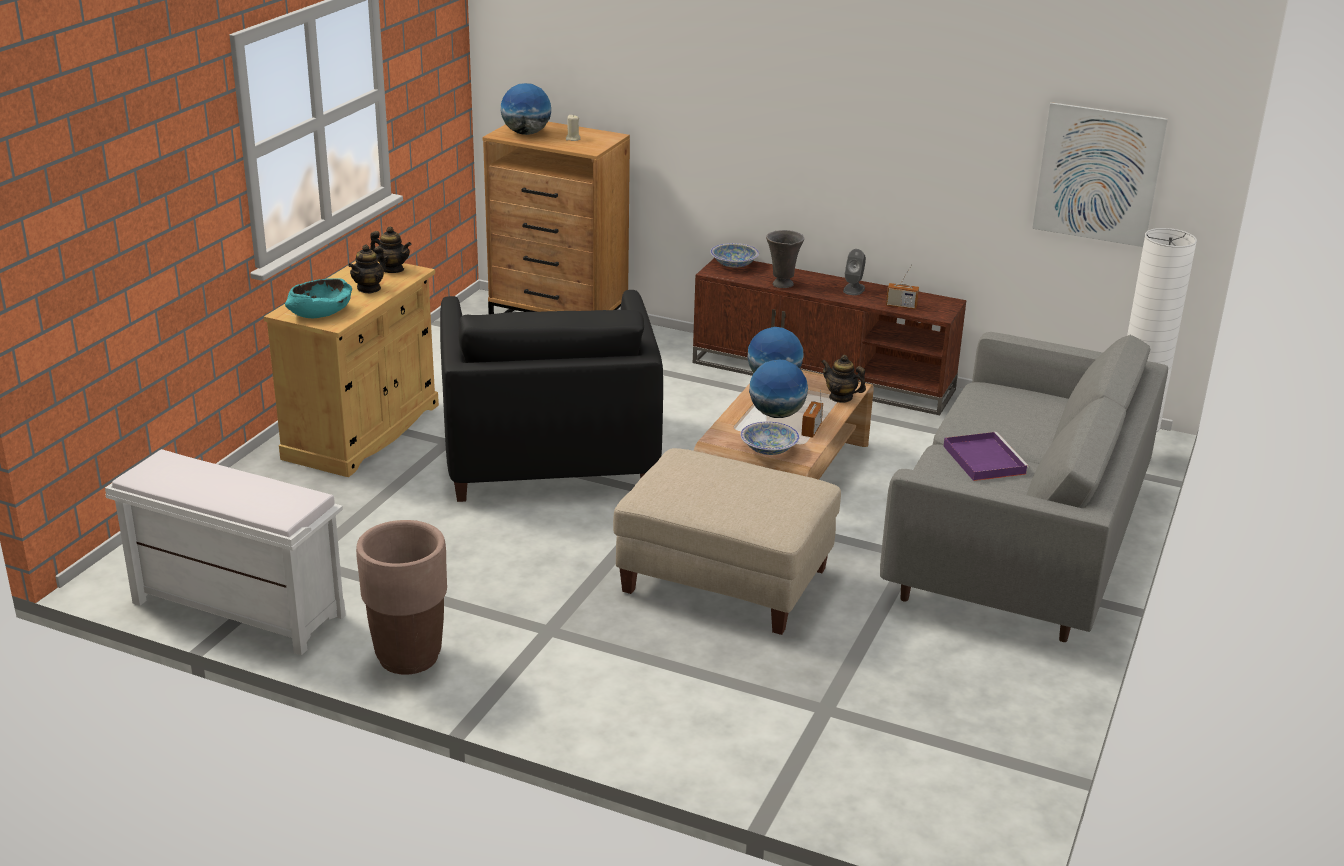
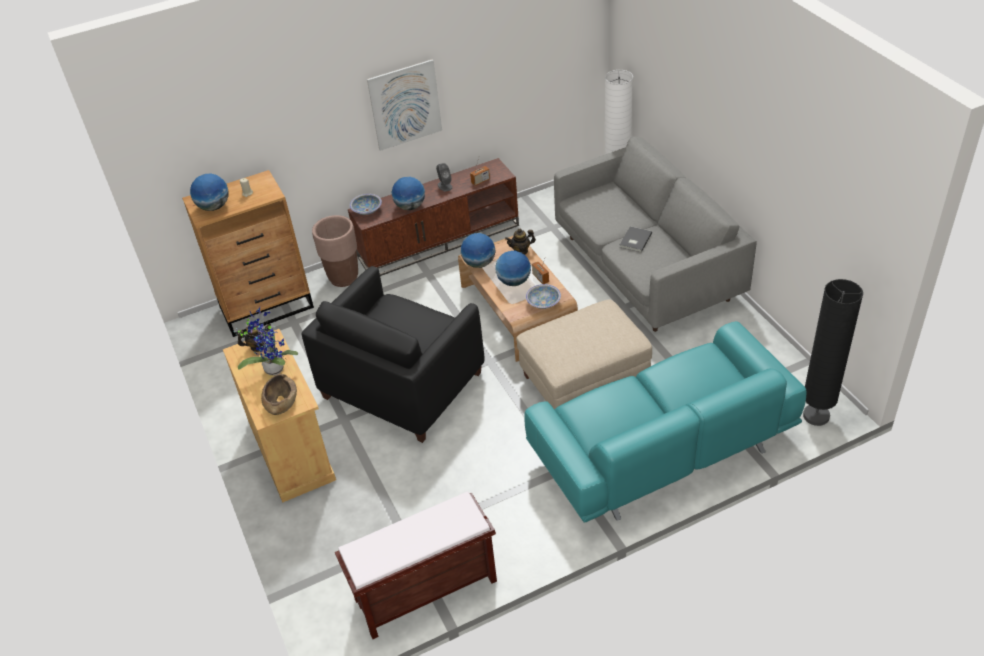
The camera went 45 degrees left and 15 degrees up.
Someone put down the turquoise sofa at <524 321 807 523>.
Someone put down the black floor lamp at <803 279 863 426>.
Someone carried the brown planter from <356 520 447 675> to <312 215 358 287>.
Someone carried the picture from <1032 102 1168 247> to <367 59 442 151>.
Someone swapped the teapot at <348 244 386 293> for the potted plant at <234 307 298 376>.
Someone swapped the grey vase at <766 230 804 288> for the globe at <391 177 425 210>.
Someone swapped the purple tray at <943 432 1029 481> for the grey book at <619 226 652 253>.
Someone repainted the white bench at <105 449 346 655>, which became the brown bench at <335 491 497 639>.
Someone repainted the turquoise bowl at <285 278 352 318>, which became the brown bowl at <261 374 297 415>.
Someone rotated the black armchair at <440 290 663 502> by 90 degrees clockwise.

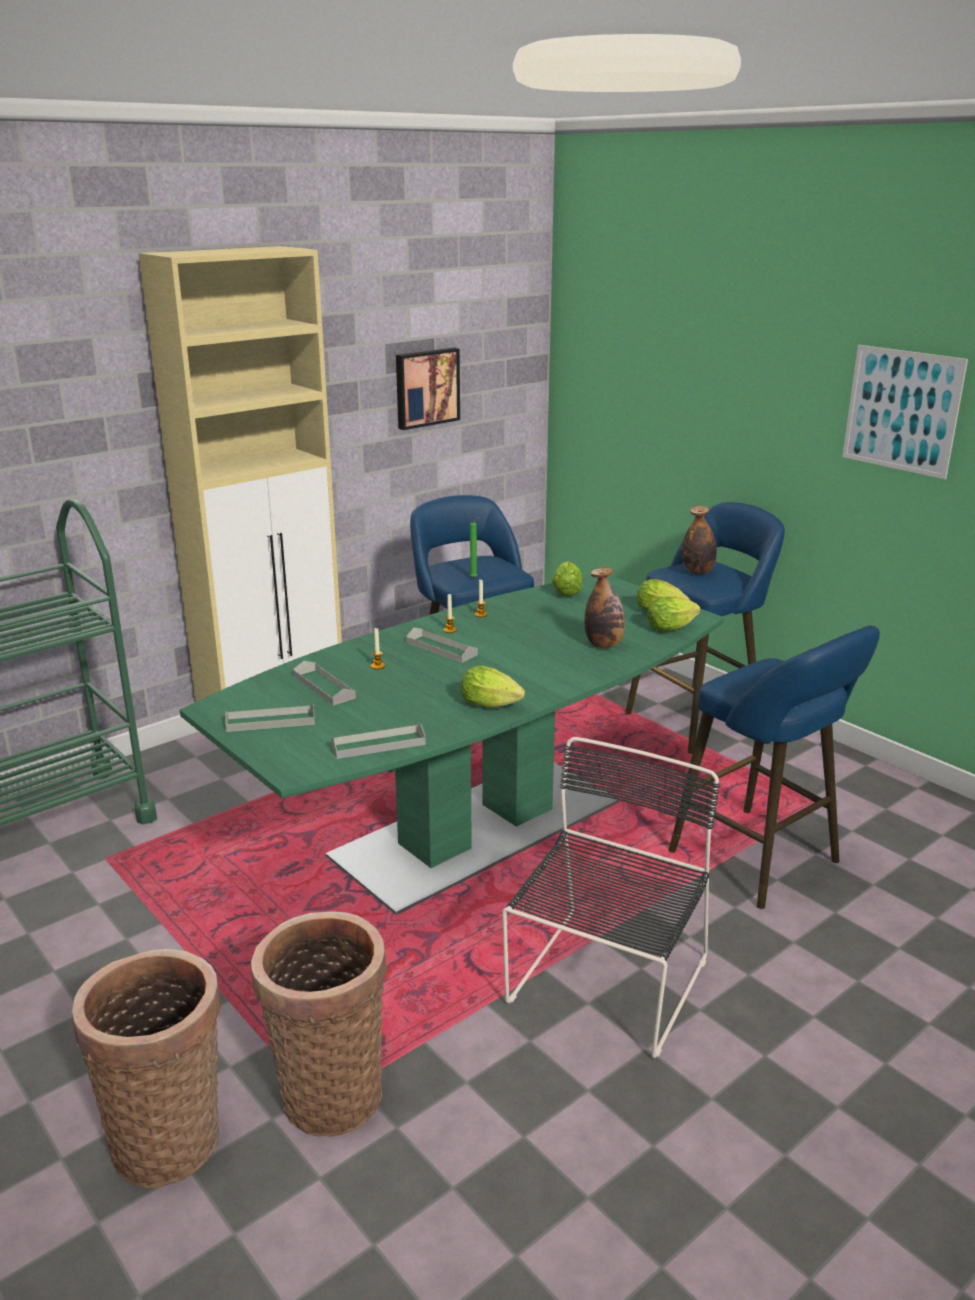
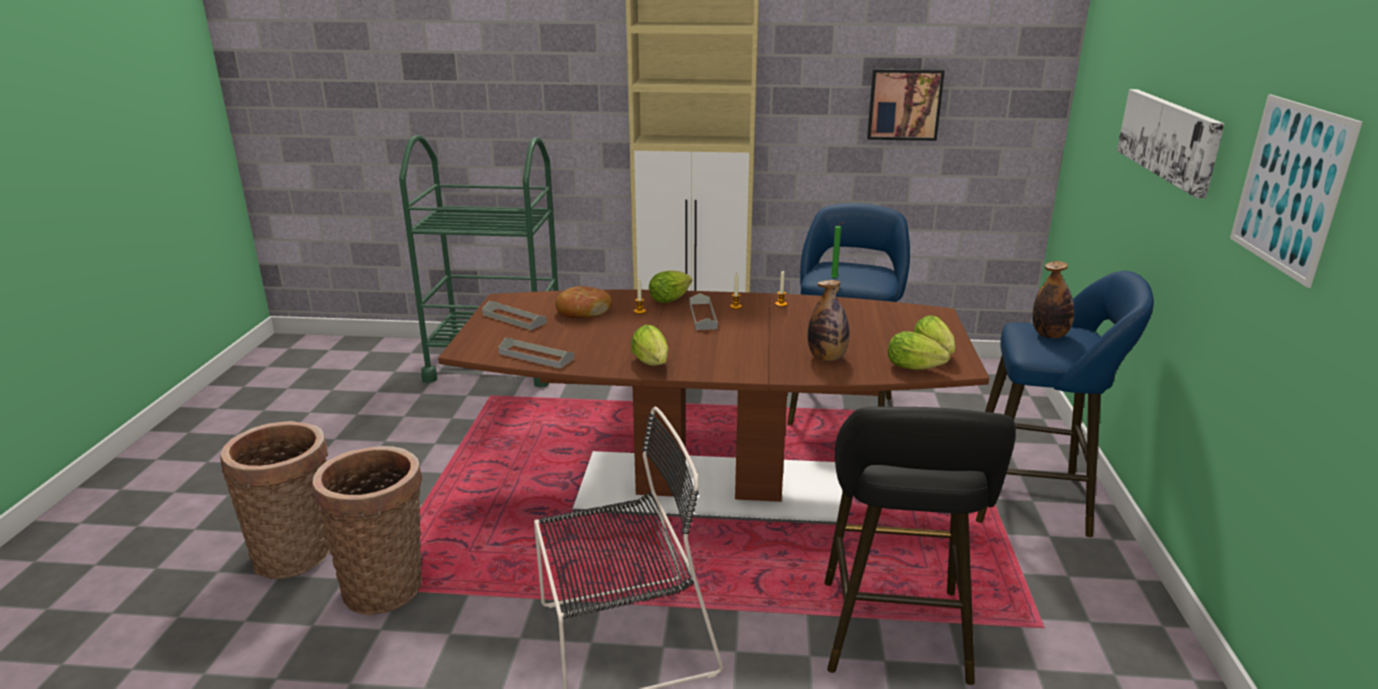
The camera went 45 degrees right and 0 degrees up.
Someone put up the picture at <1117 89 1225 198>.
Someone carried the lettuce from <552 562 583 597> to <649 271 692 303>.
Someone swapped the grey tray at <293 661 356 705> for the bread at <555 286 612 318>.
Someone repainted the green dining table at <180 575 724 915>, which became the brown dining table at <438 290 989 525>.
Someone repainted the blue stool at <668 625 880 909>, which became the black stool at <824 407 1016 685>.

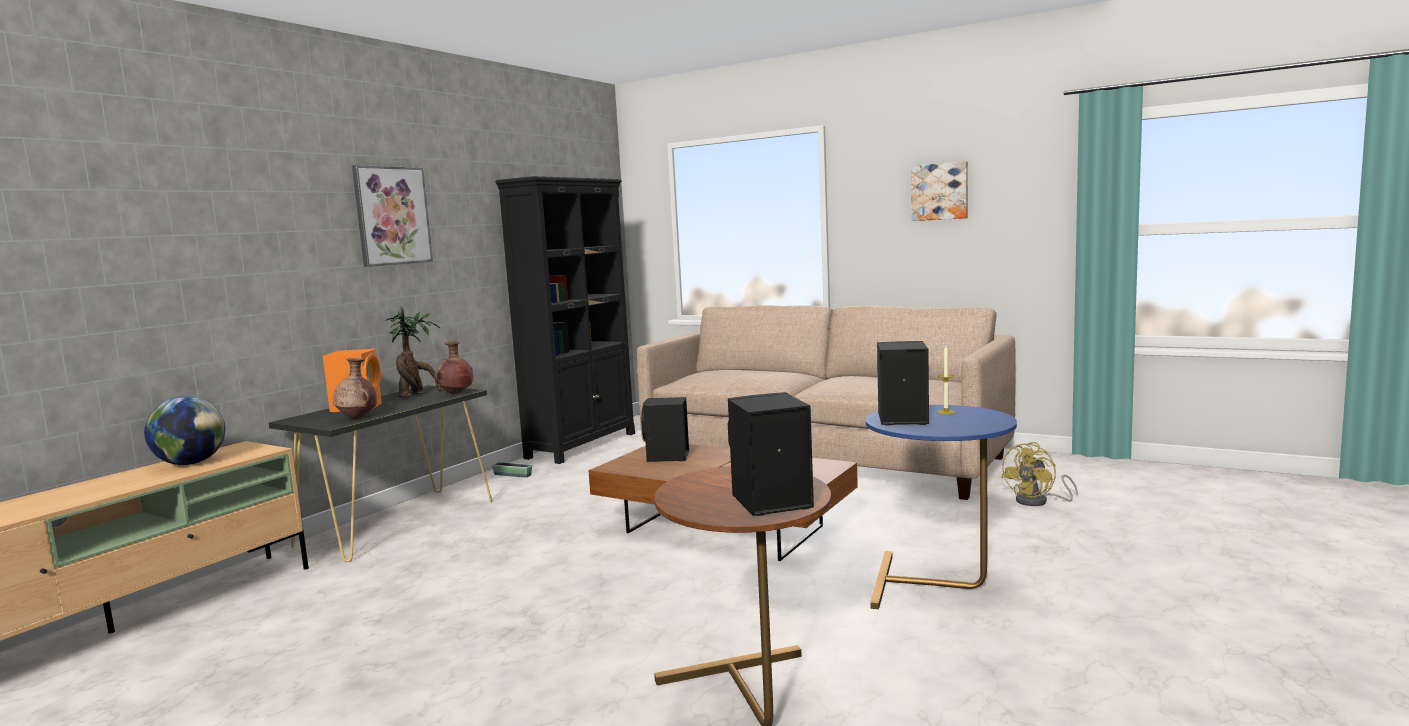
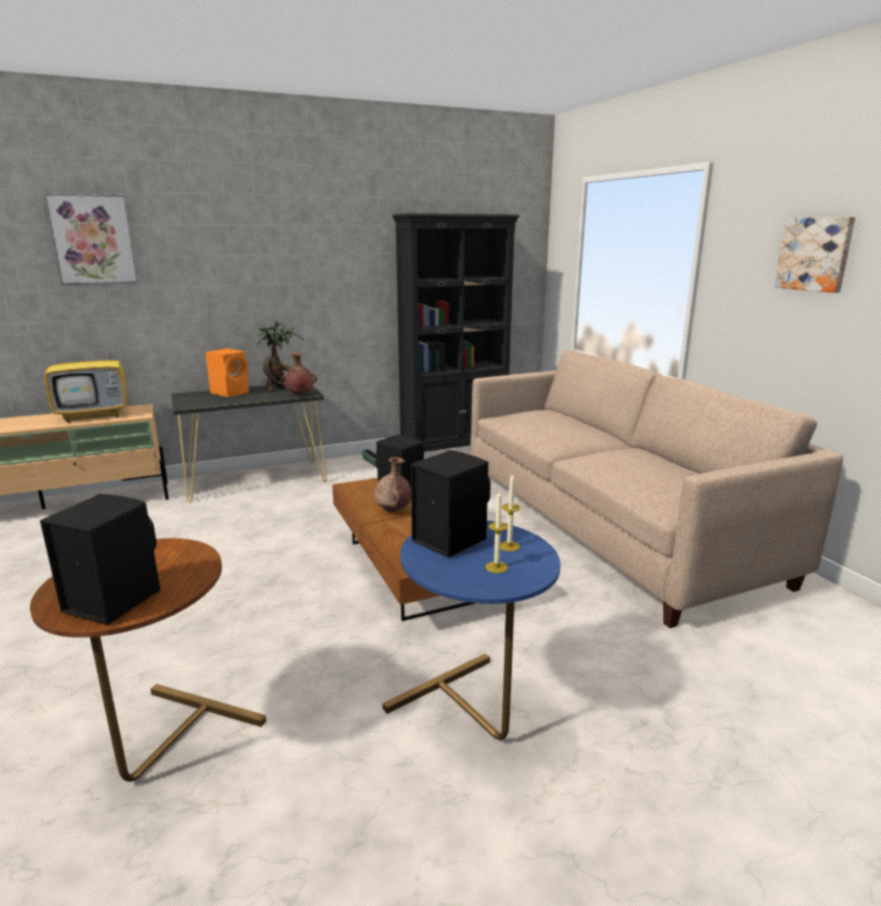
The camera went 35 degrees right and 10 degrees up.
Someone took away the yellow fan at <1001 442 1078 506>.
Someone put down the candle at <486 491 508 573>.
Someone carried the brown vase from <333 358 377 419> to <374 457 411 512>.
Someone carried the picture from <352 165 433 267> to <44 193 139 285>.
Someone swapped the globe at <144 396 225 465> for the television at <45 329 127 422>.

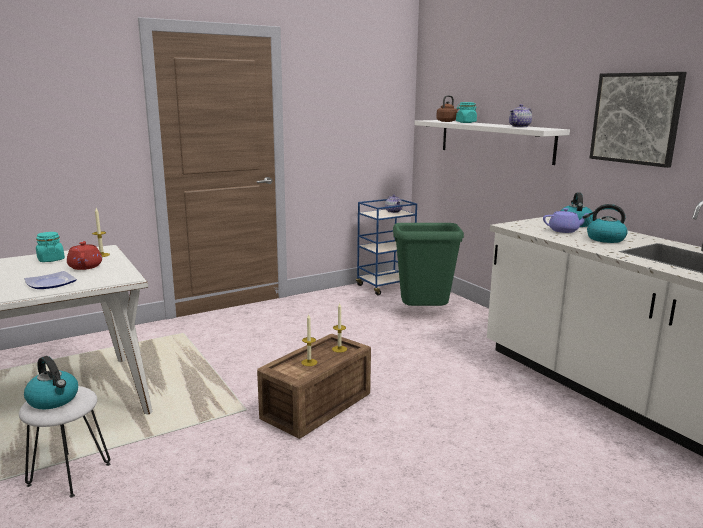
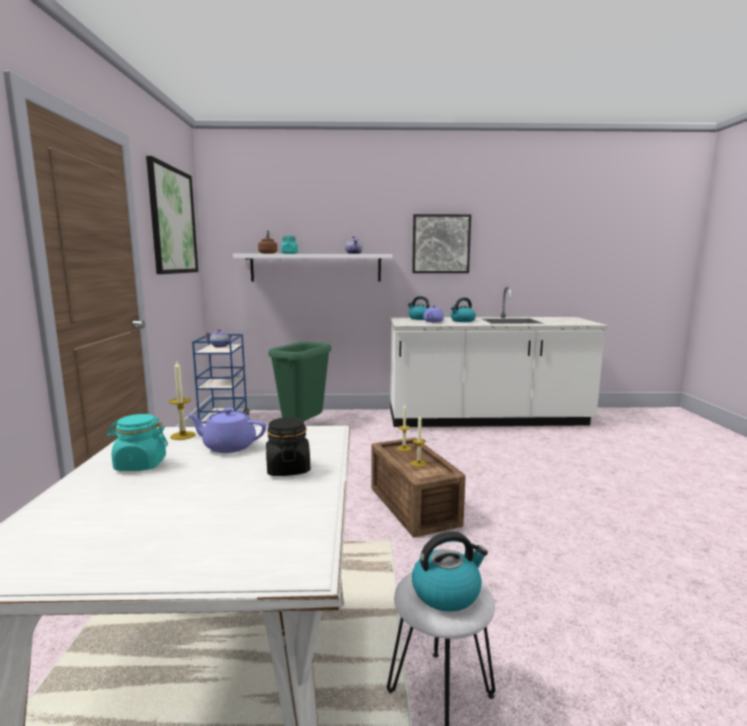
The camera went 60 degrees left and 5 degrees down.
Someone put up the picture at <146 156 198 274>.
Someone swapped the plate at <25 271 77 289> for the black jar at <266 417 310 476>.
Someone repainted the red teapot at <67 241 102 270>, which became the purple teapot at <187 408 266 453>.

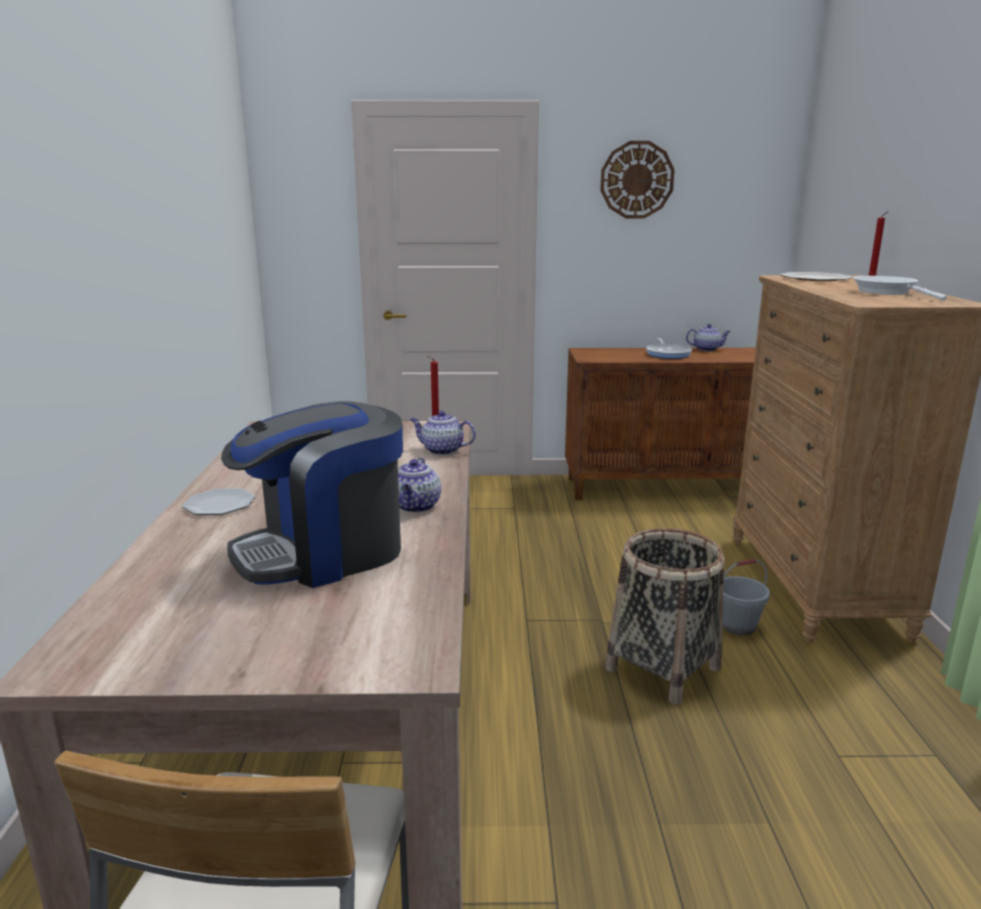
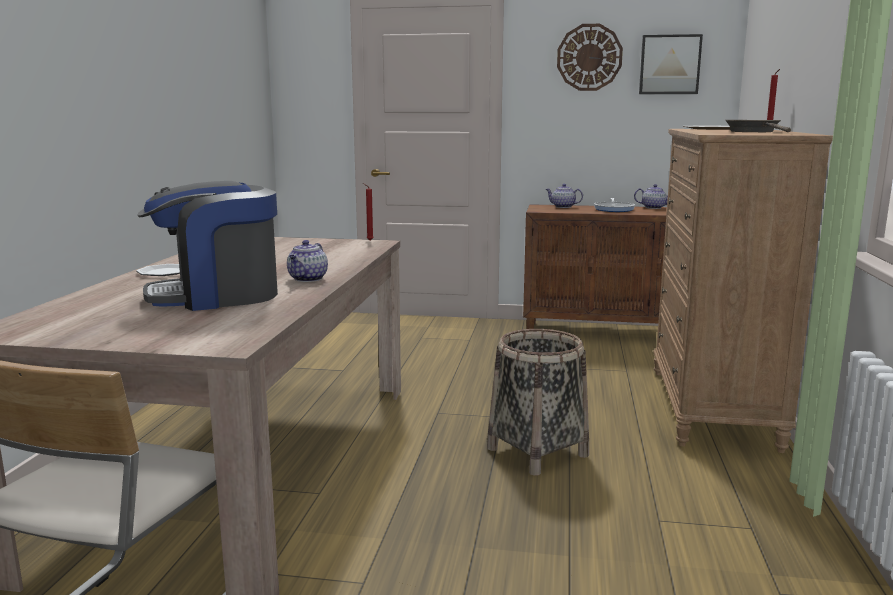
The camera went 10 degrees right and 5 degrees down.
Someone took away the grey bucket at <723 559 770 636>.
Someone put up the picture at <639 34 703 94>.
Someone carried the teapot from <410 411 476 455> to <546 184 583 208>.
Someone repainted the white frying pan at <853 276 947 300>, which became the brown frying pan at <725 120 791 132>.

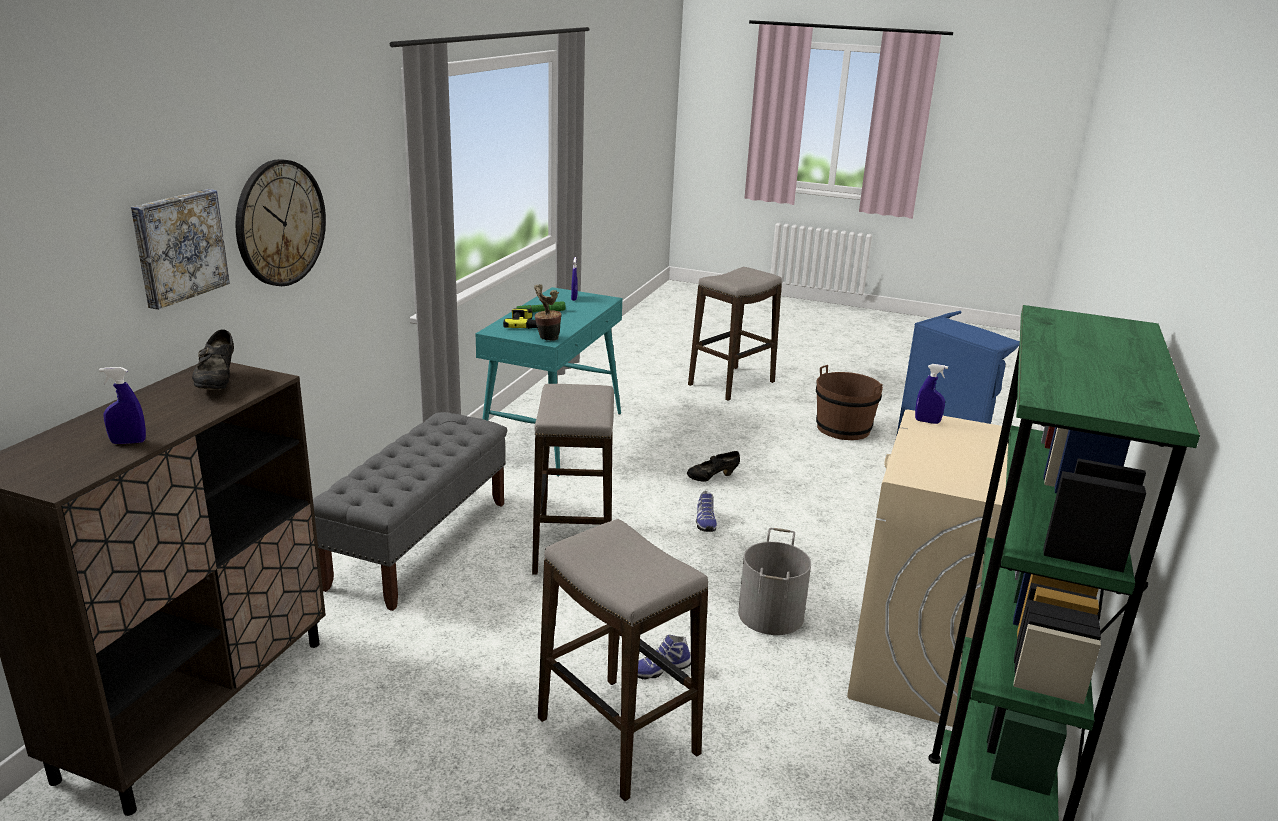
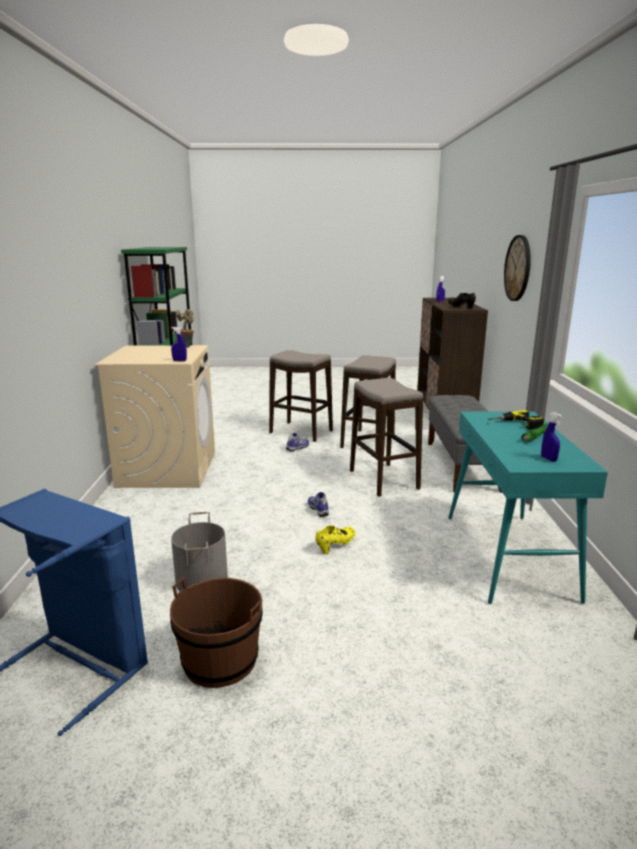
The camera went 160 degrees right and 5 degrees down.
Someone took away the picture at <131 189 230 310>.
Someone carried the potted plant from <534 284 561 341> to <175 309 194 348>.
Someone carried the stool from <688 267 782 401> to <340 355 396 454>.
Someone carried the grey bucket from <738 528 811 635> to <171 512 228 591>.
Someone repainted the black shoe at <687 451 740 482>, which became the yellow shoe at <315 525 355 554>.

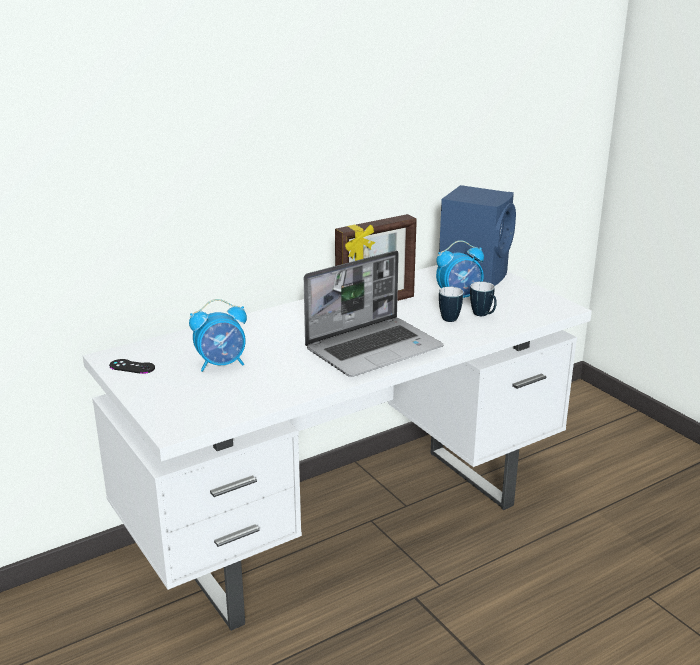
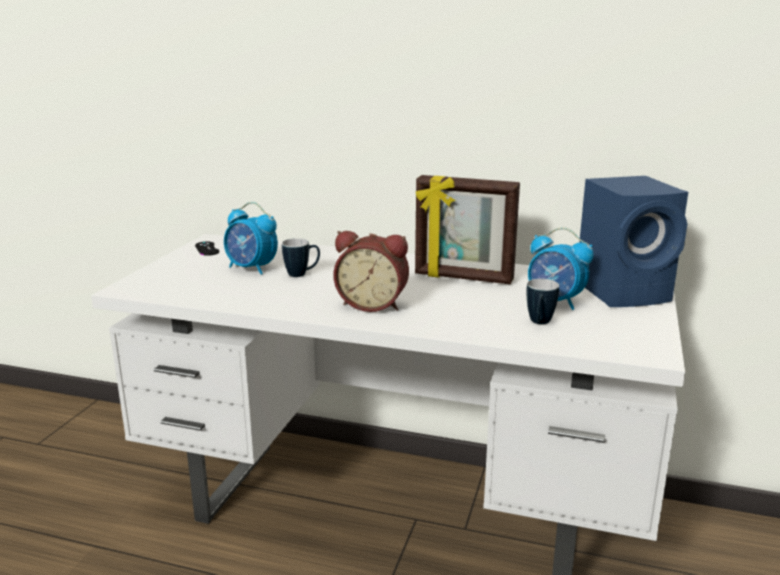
The camera went 50 degrees right and 5 degrees down.
Someone carried the mug from <439 287 463 322> to <282 238 320 277>.
Someone swapped the laptop at <304 251 443 377> for the alarm clock at <333 231 409 312>.

